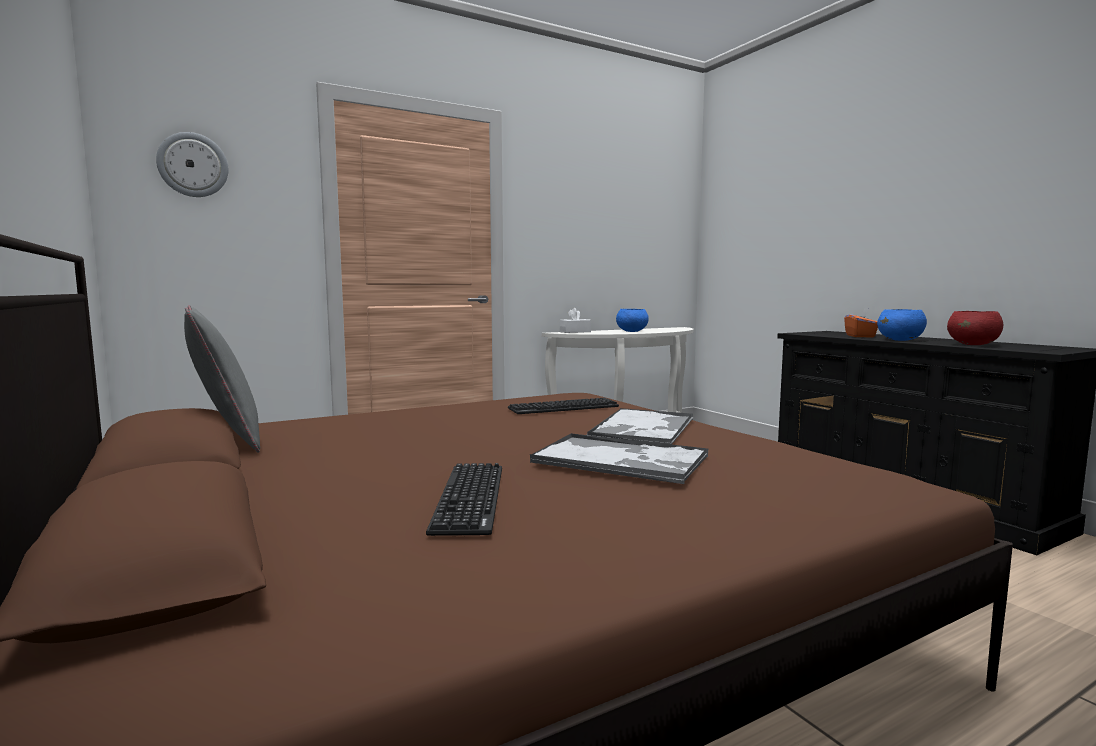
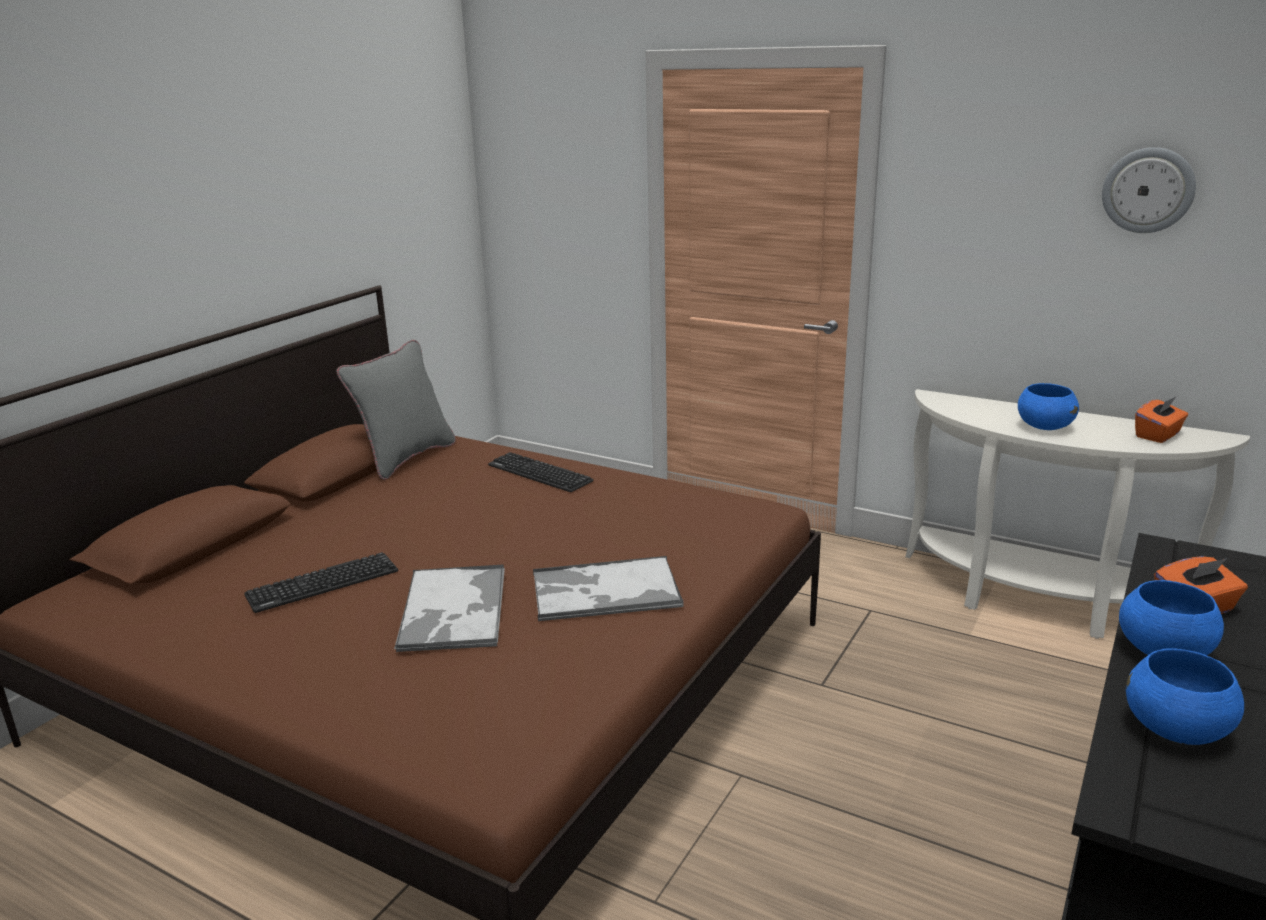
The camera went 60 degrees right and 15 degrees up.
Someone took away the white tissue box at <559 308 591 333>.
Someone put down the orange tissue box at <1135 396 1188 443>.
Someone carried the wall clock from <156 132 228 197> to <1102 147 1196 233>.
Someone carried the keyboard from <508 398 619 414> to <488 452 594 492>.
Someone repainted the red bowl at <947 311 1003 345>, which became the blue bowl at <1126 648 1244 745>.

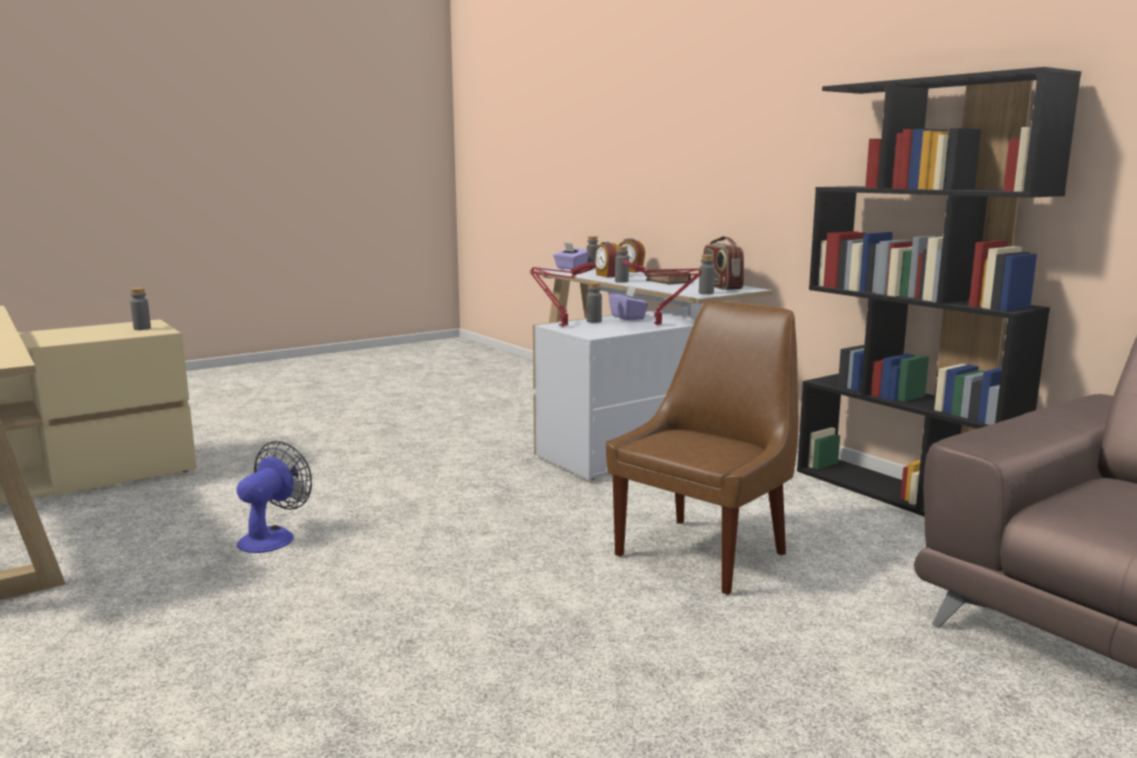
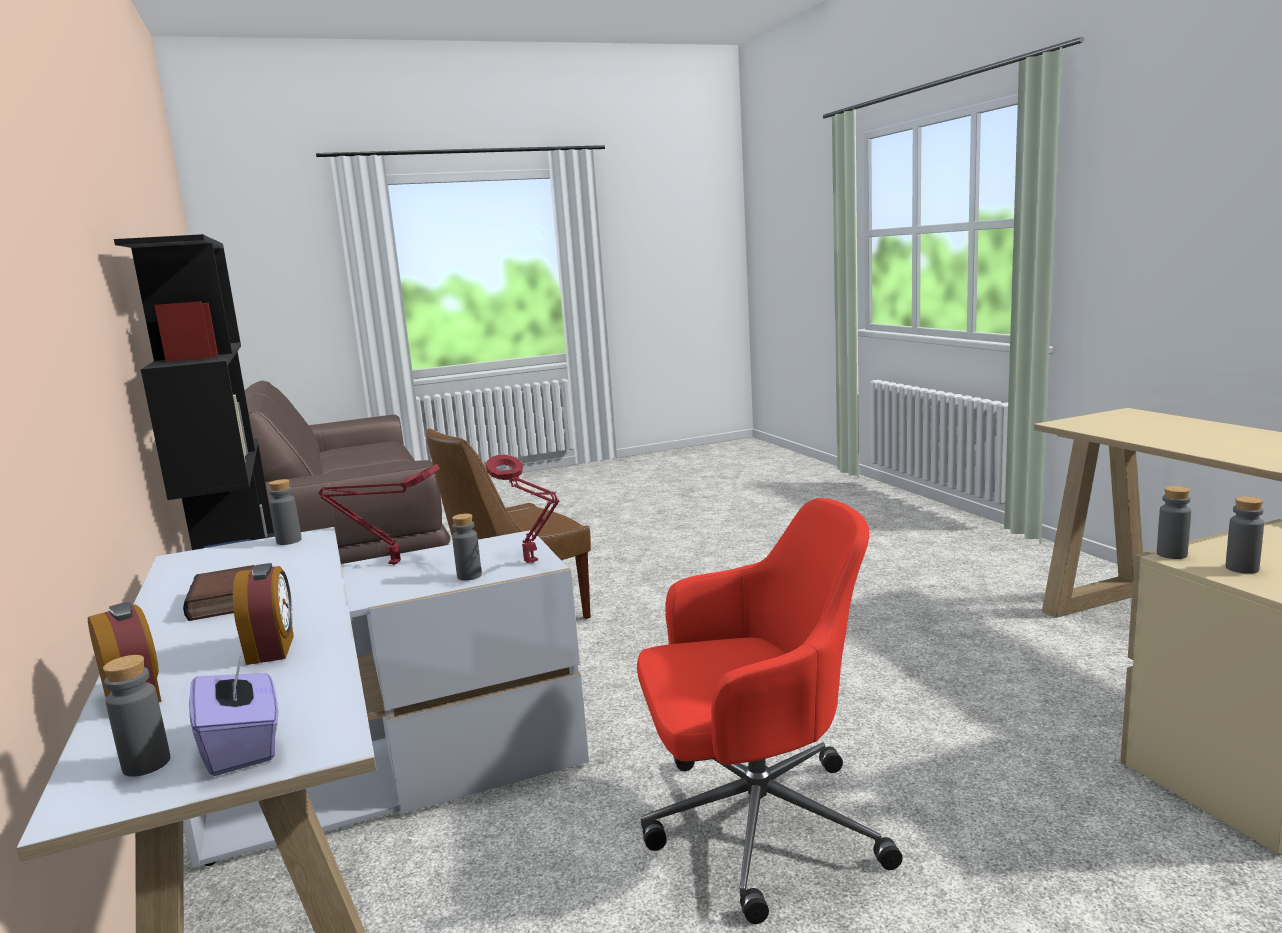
The camera went 165 degrees left and 0 degrees up.
Someone took away the fan at <237 441 312 553>.
Someone took away the purple tissue box at <609 285 649 320>.
Someone took away the radio at <703 236 744 290>.
Someone put down the red office chair at <637 498 903 924>.
Someone carried the grey bottle from <615 246 629 283> to <1157 486 1191 559>.

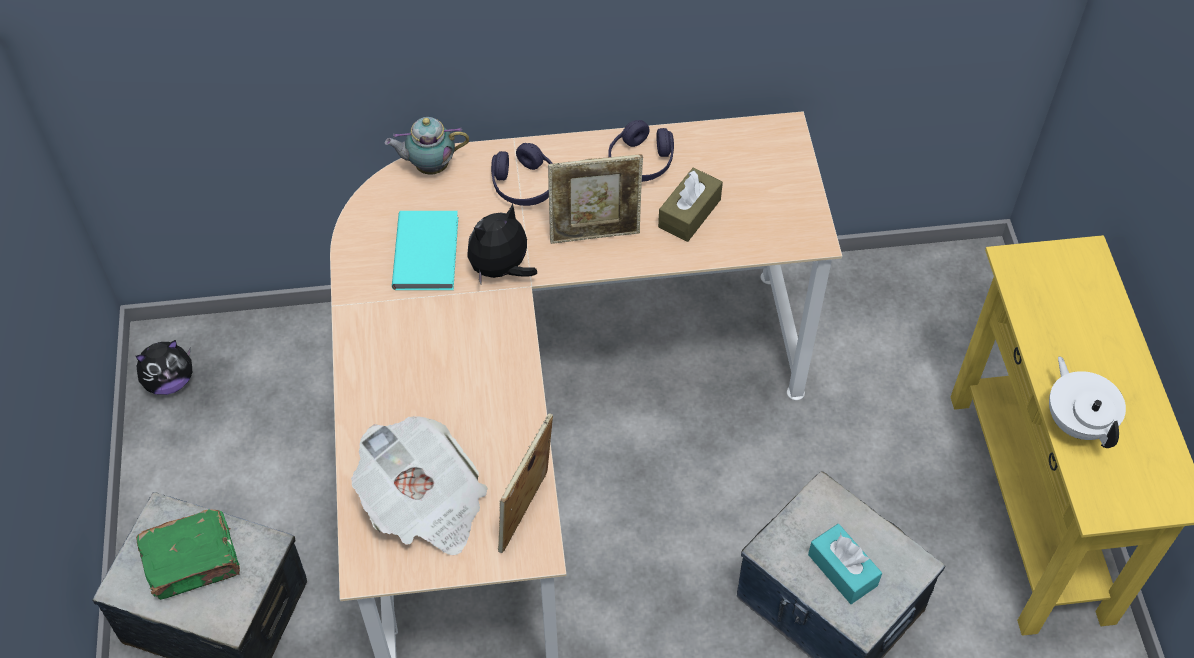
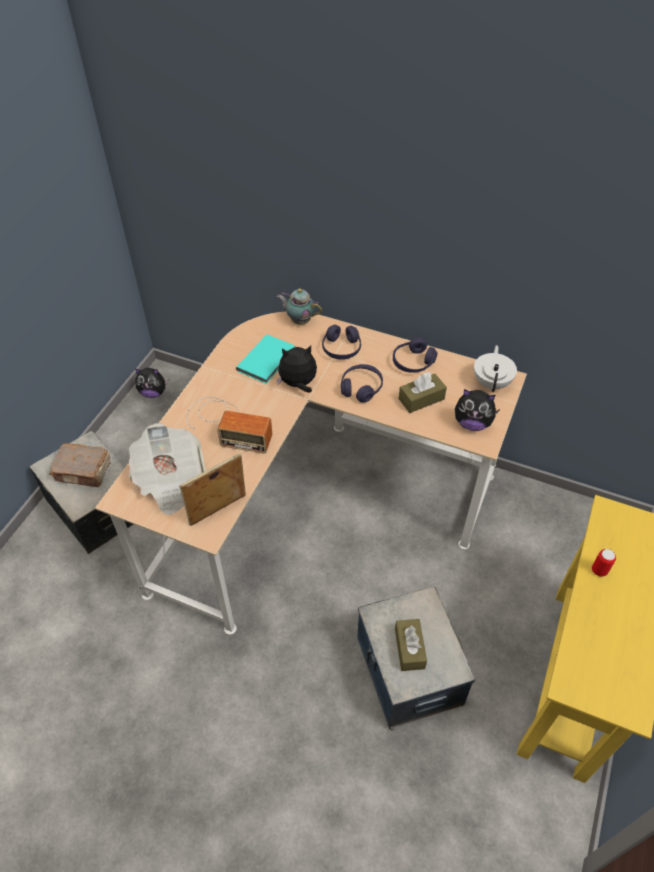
The camera went 30 degrees right and 5 degrees down.
Someone put down the radio at <186 397 272 454>.
Someone put down the plush toy at <455 389 500 431>.
Someone put down the can at <592 549 616 577>.
Someone carried the white teapot from <1049 356 1126 448> to <474 345 517 392>.
Someone swapped the picture frame at <548 154 643 244> for the purple headphones at <341 364 383 402>.
Someone repainted the green book at <136 509 240 600>, which became the brown book at <49 443 111 487>.
Someone repainted the turquoise tissue box at <808 524 882 604>, which became the brown tissue box at <395 619 427 671>.

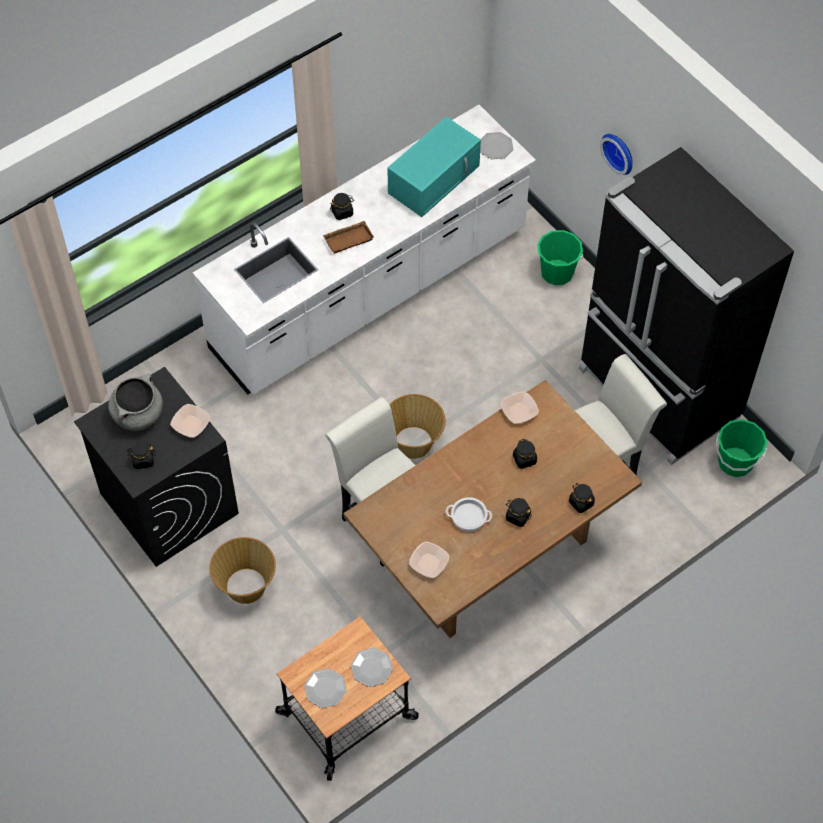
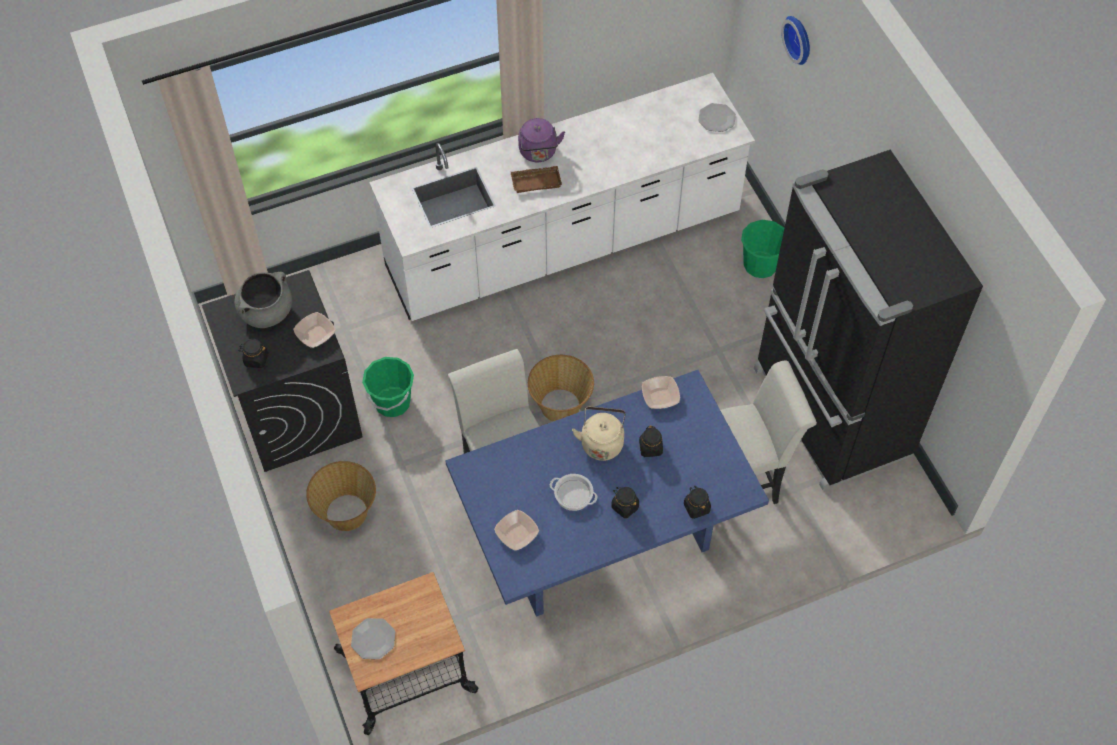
The camera went 15 degrees right and 0 degrees up.
Someone took away the plate at <351 648 393 687>.
Someone took away the turquoise microwave at <387 117 481 217>.
Someone put down the beige kettle at <572 407 626 461>.
Someone carried the wall clock from <600 134 633 175> to <781 16 810 65>.
Someone carried the green bucket from <716 419 768 477> to <362 357 414 417>.
Someone swapped the black jar at <330 193 354 220> for the purple kettle at <518 118 565 162>.
Someone repainted the brown dining table at <343 380 642 638>, which became the blue dining table at <445 370 769 617>.

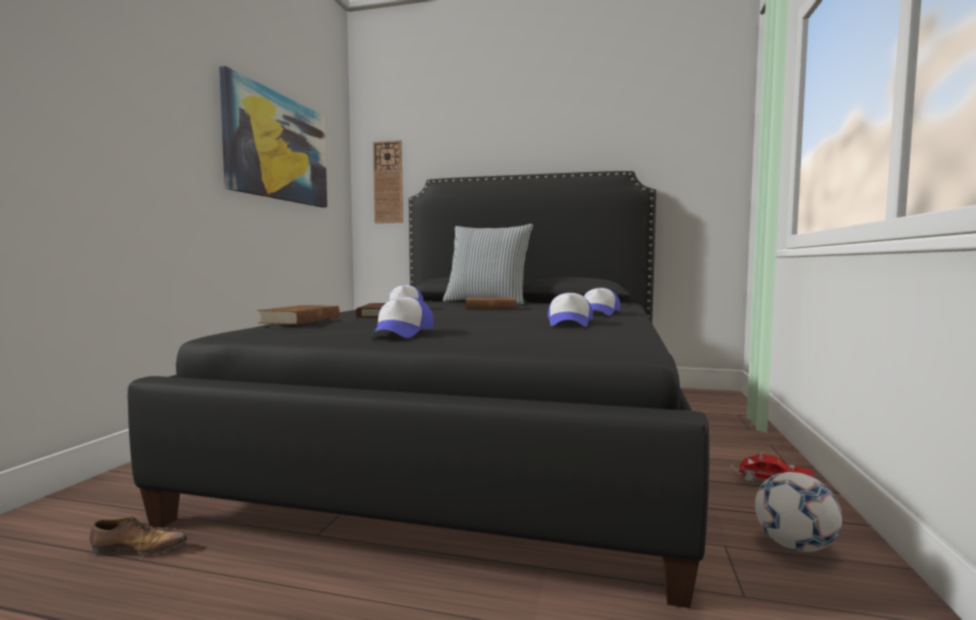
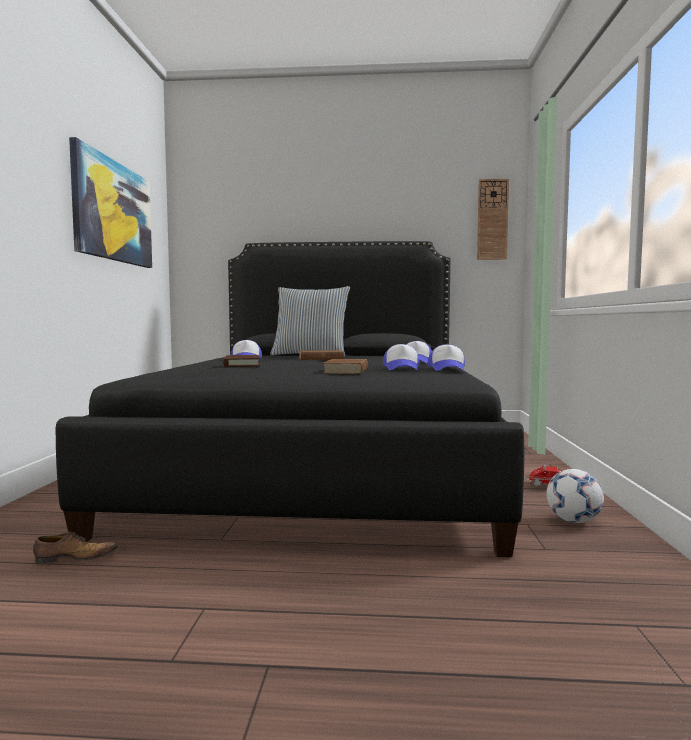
The camera went 10 degrees left and 0 degrees up.
Someone carried the brown book from <257 305 340 325> to <323 359 368 374>.
Someone carried the cap from <370 297 434 338> to <428 344 465 371>.
Someone carried the wall clock from <373 140 403 223> to <477 179 509 260>.

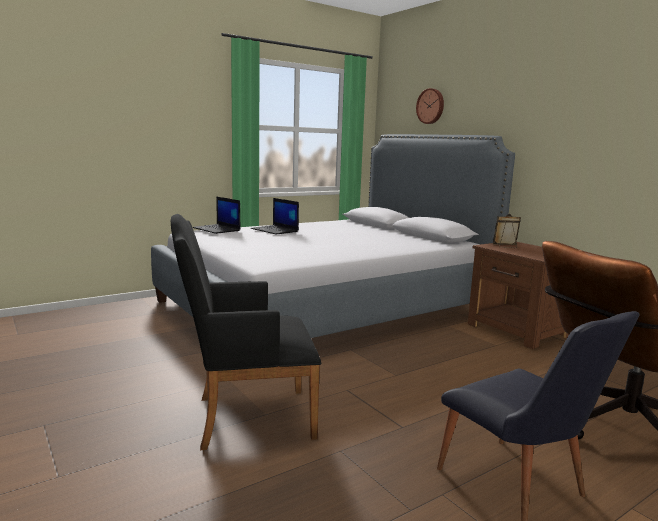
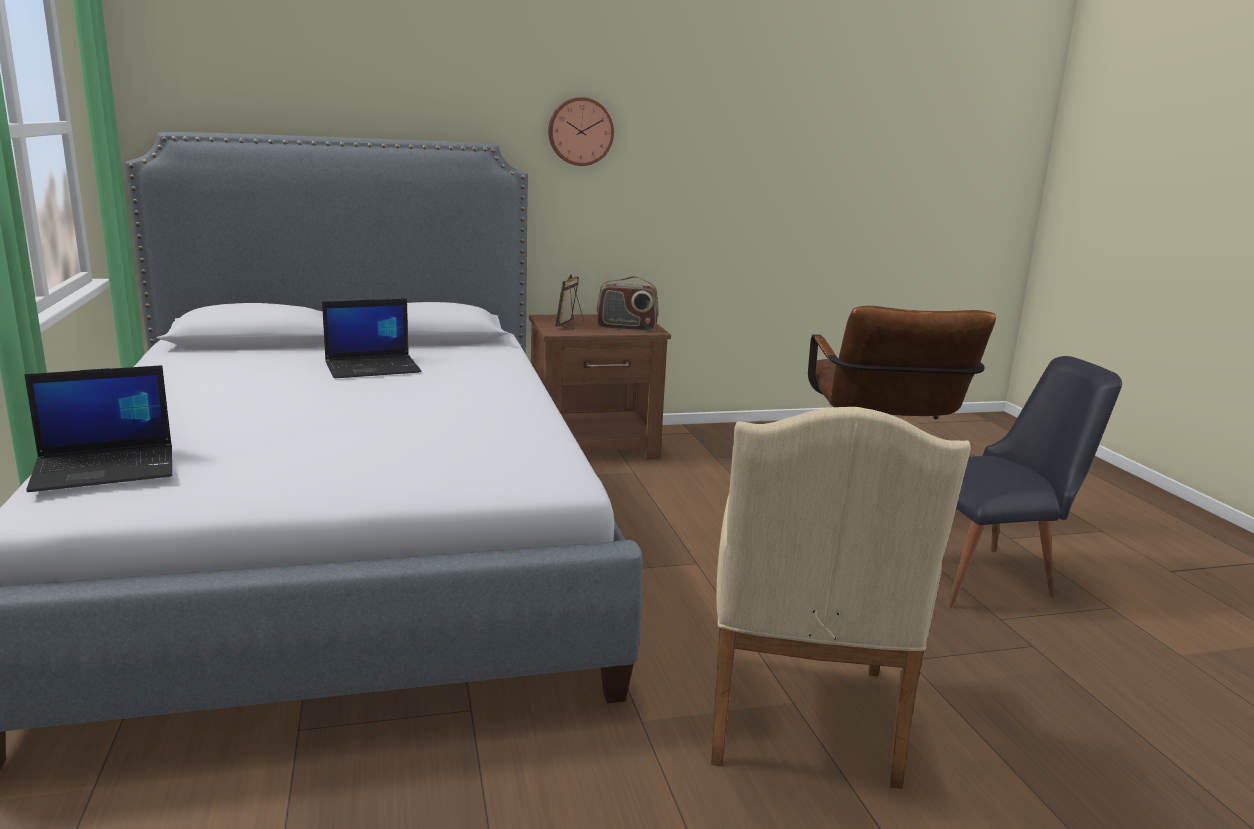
The camera went 70 degrees left and 5 degrees up.
Someone put down the radio at <597 276 659 331>.
Someone carried the laptop from <251 198 299 235> to <322 299 421 378>.
Someone carried the wall clock from <416 88 444 124> to <548 97 614 166>.
Someone repainted the black armchair at <171 214 321 450>, which became the beige armchair at <711 407 971 789>.

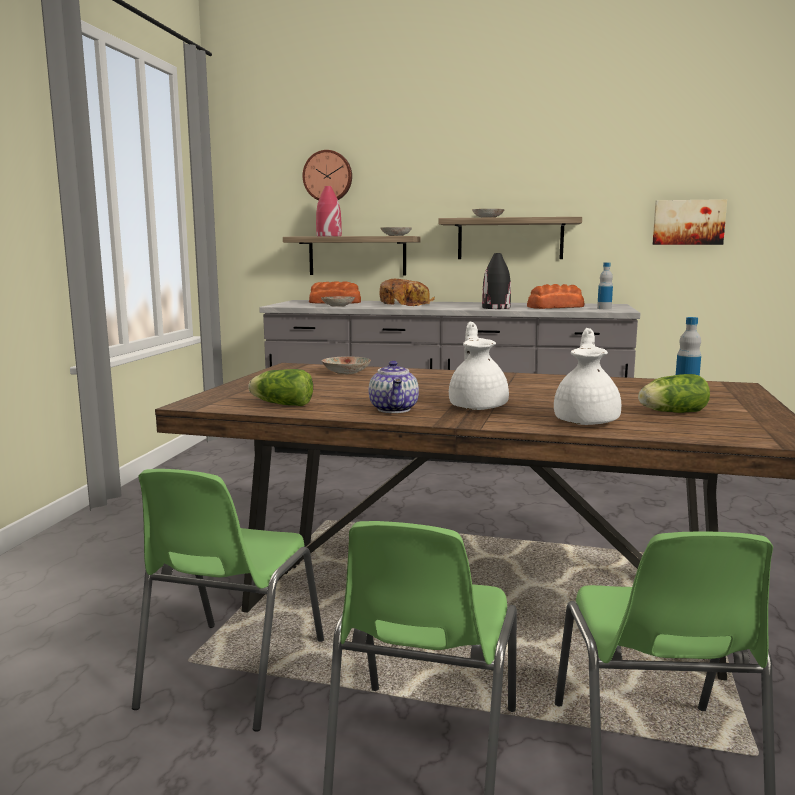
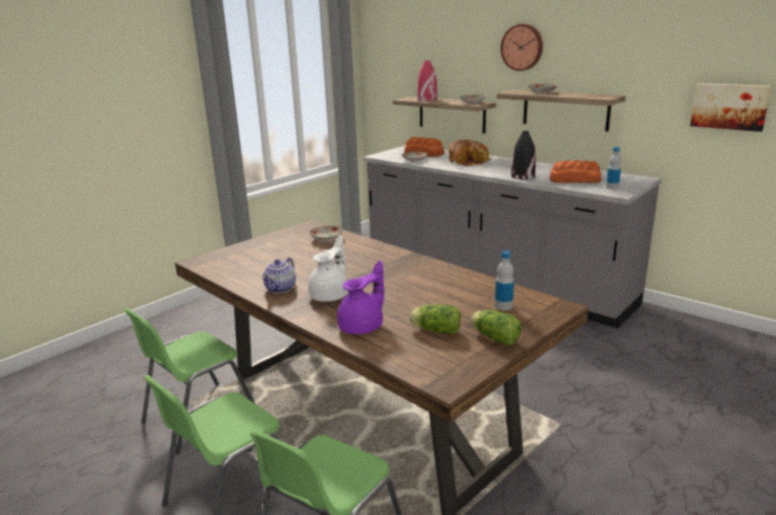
The camera went 30 degrees right and 10 degrees up.
Someone carried the lettuce from <248 369 313 406> to <471 310 521 345>.
Someone carried the wall clock from <303 150 352 200> to <501 24 543 71>.
Someone repainted the white teapot at <554 328 621 425>, which became the purple teapot at <337 261 384 334>.

